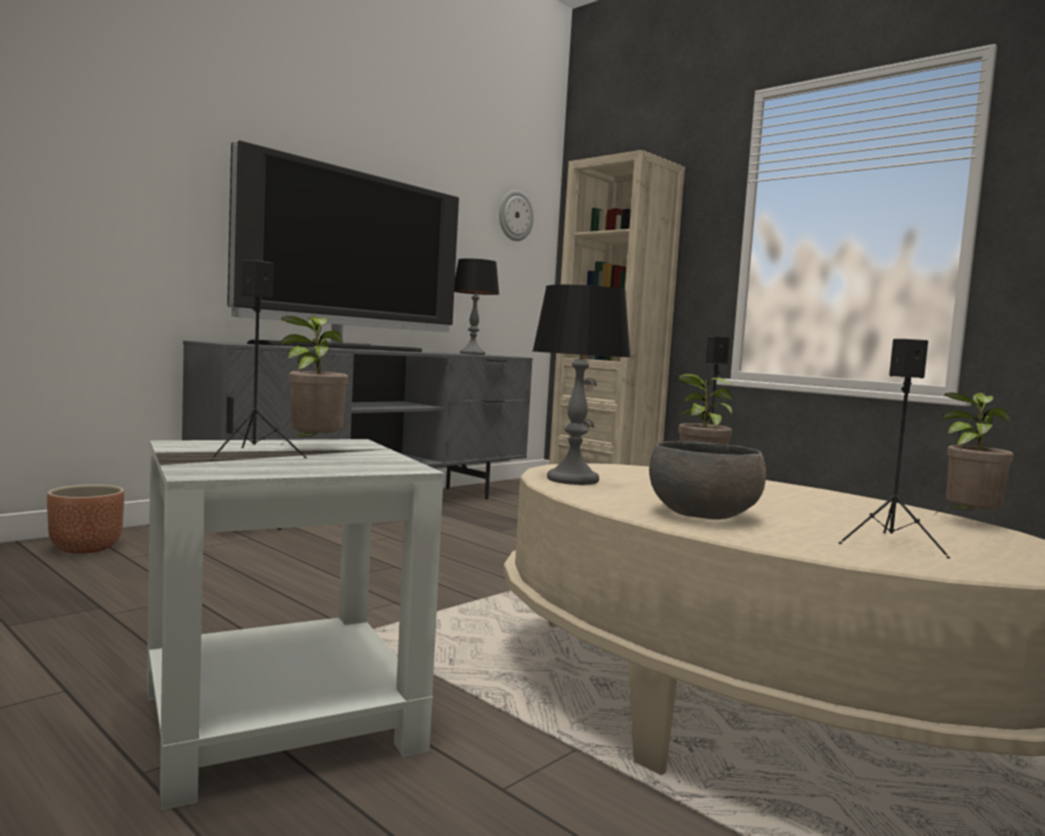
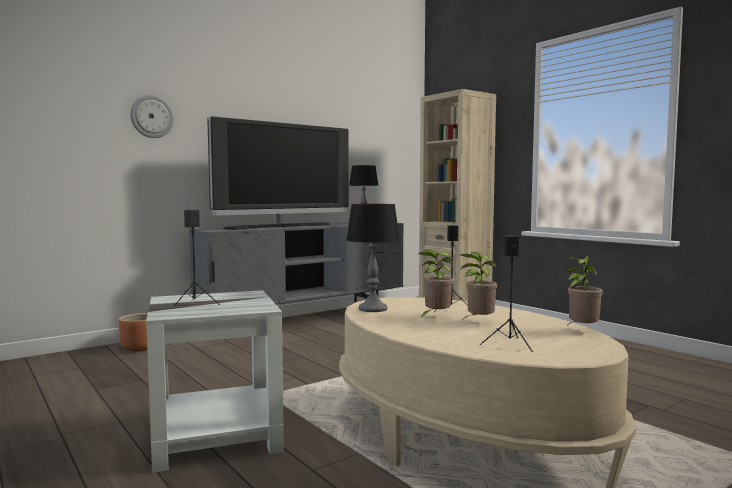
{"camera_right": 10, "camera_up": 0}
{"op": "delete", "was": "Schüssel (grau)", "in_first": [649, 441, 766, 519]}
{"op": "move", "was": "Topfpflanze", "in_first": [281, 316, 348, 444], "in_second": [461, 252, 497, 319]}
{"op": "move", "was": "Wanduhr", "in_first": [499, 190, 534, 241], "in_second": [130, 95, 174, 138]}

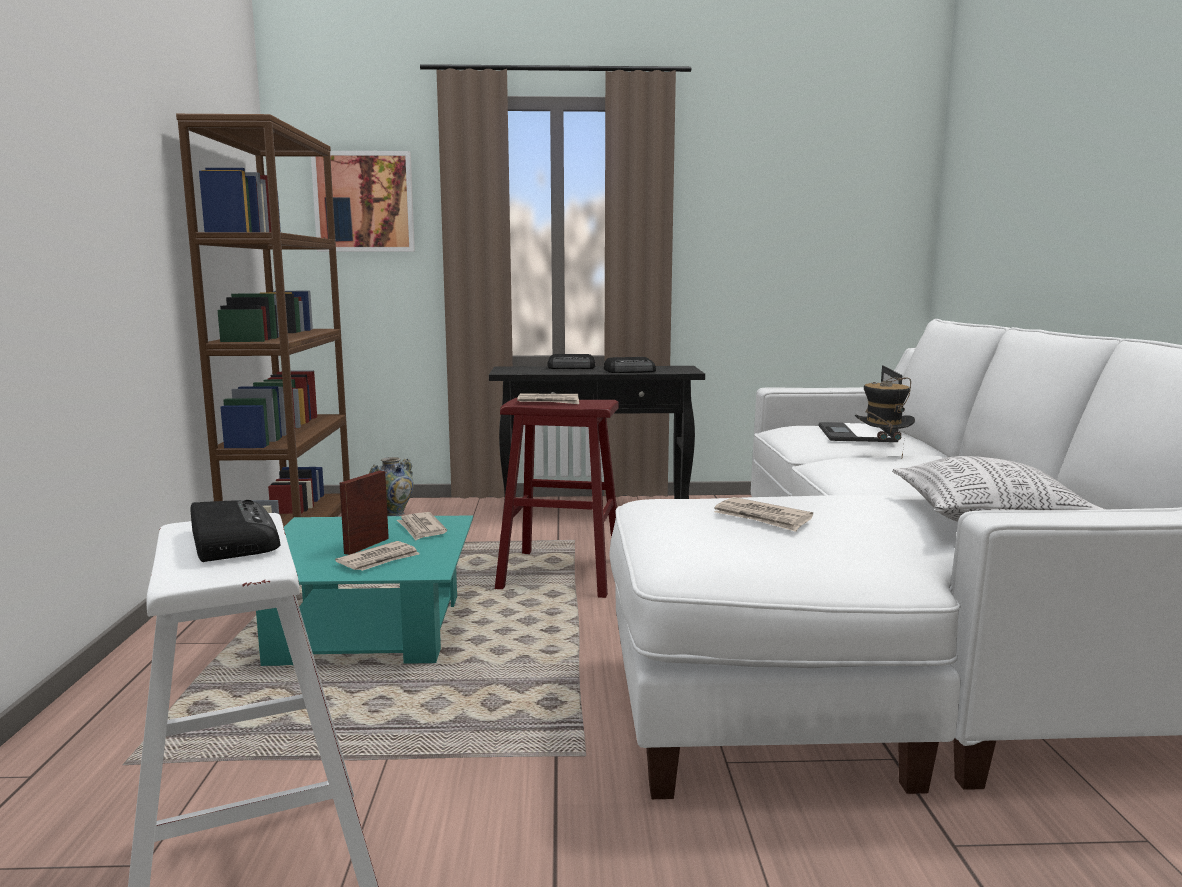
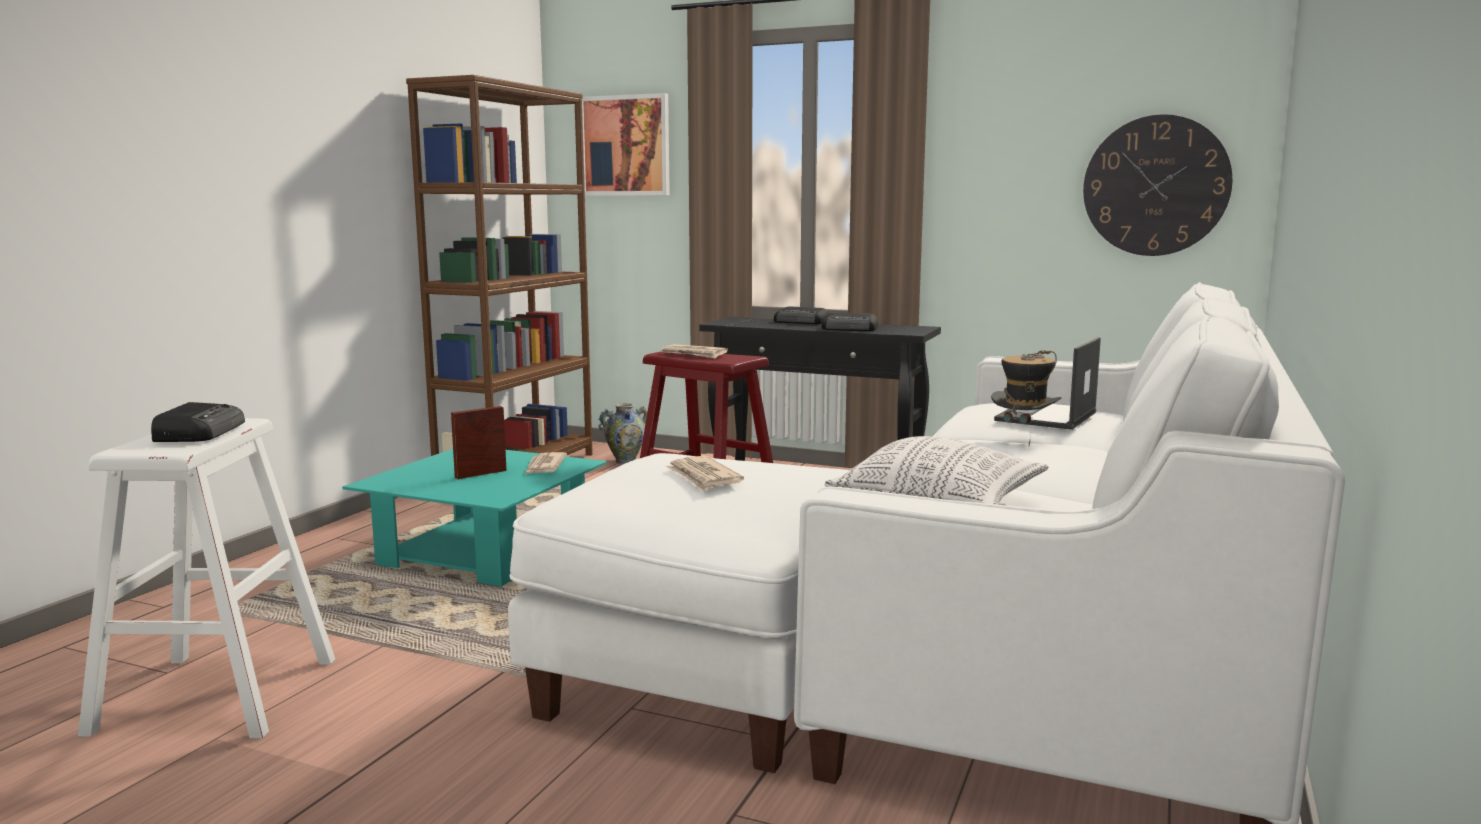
{"camera_right": 25, "camera_up": 0}
{"op": "delete", "was": "Zeitung", "in_first": [335, 541, 419, 571]}
{"op": "insert", "now": "Wanduhr", "in_second": [1083, 114, 1232, 256]}

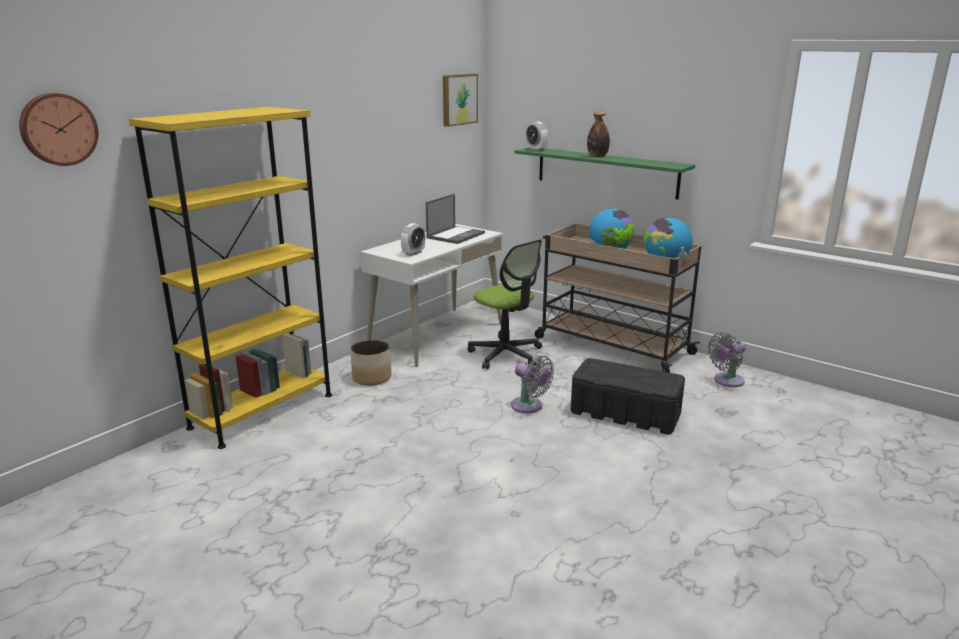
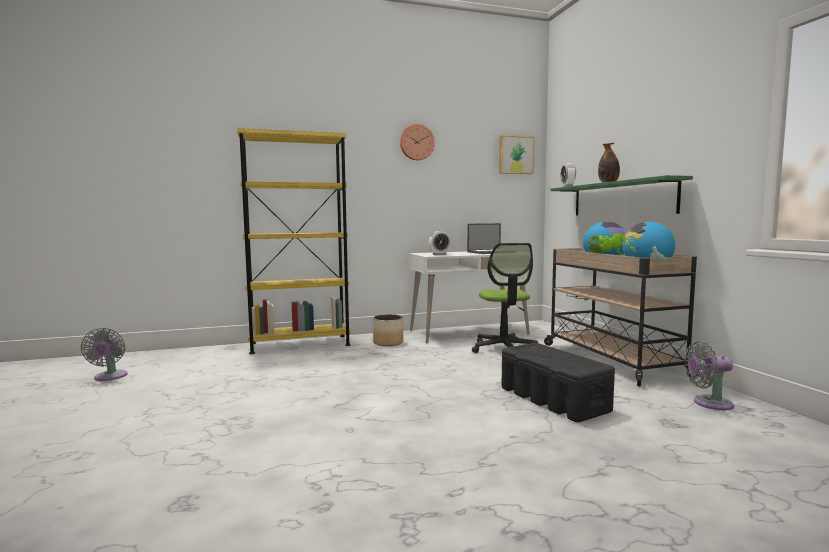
{"camera_right": 35, "camera_up": -15}
{"op": "move", "was": "Wanduhr", "in_first": [19, 93, 98, 166], "in_second": [400, 124, 435, 160]}
{"op": "move", "was": "Ventilator (grau)", "in_first": [511, 356, 554, 413], "in_second": [80, 328, 127, 381]}

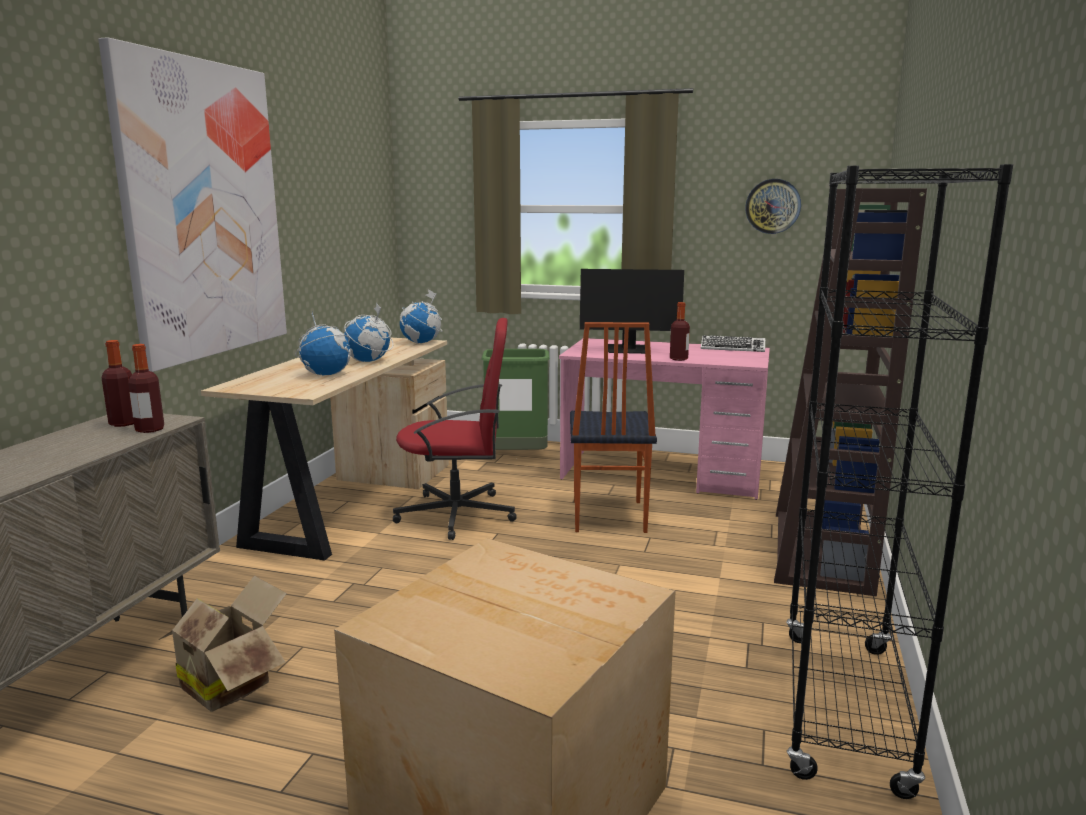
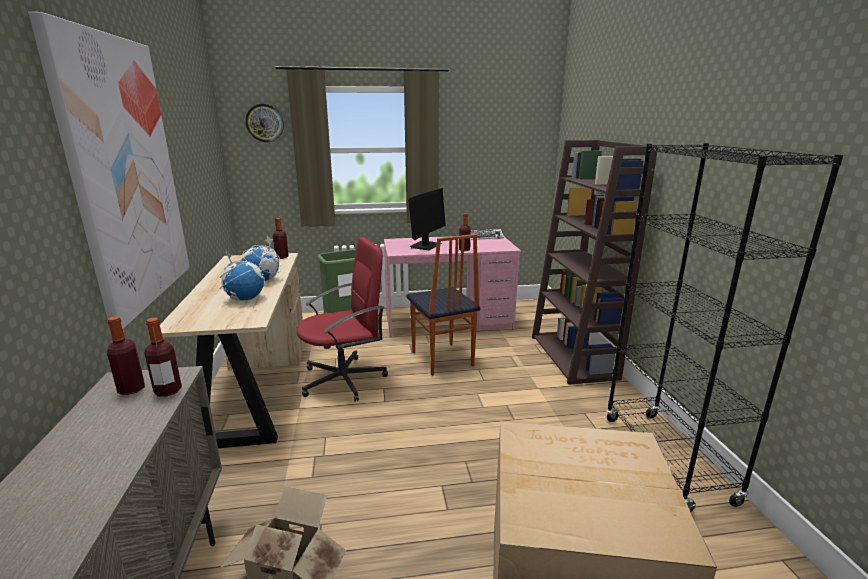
{"camera_right": -25, "camera_up": 5}
{"op": "move", "was": "Wanduhr", "in_first": [745, 179, 801, 234], "in_second": [245, 104, 284, 142]}
{"op": "replace", "was": "Globus", "now": "Flasche", "in_first": [400, 289, 442, 344], "in_second": [273, 218, 289, 259]}
{"op": "rotate", "was": "Monitor", "in_first": [580, 269, 684, 354], "in_second": [408, 188, 446, 250], "clockwise": -45}

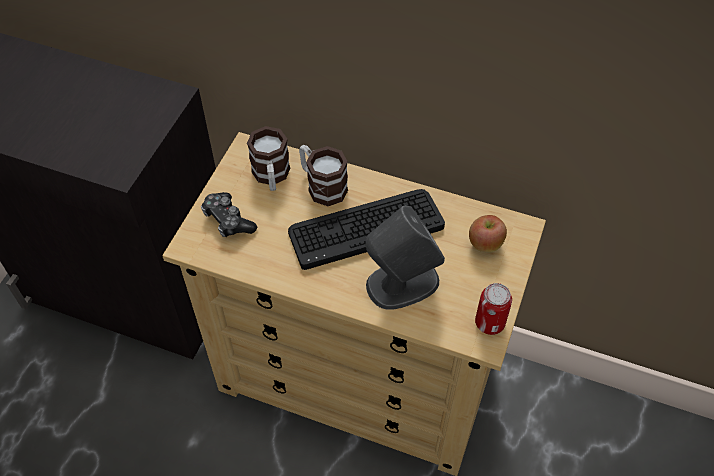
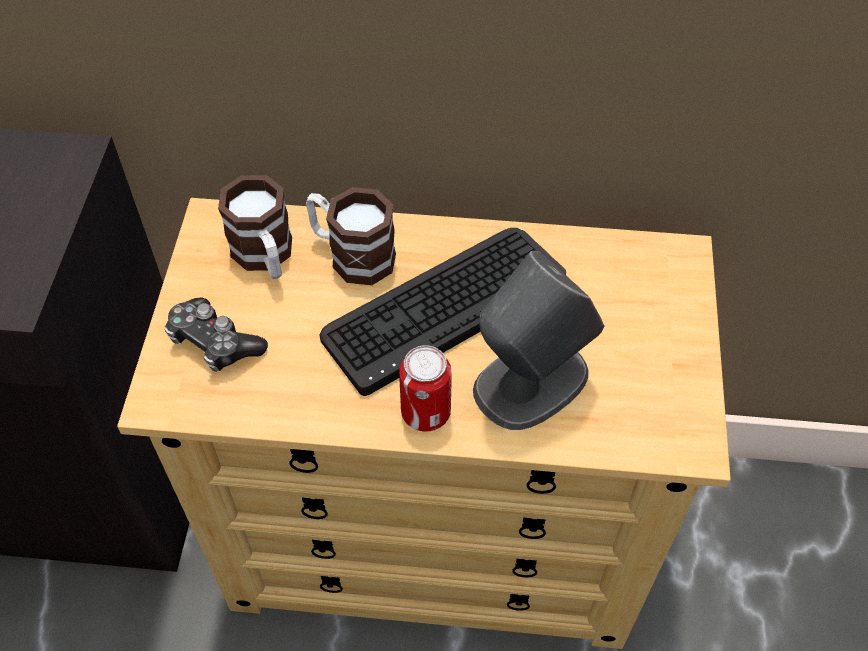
{"camera_right": -15, "camera_up": 0}
{"op": "delete", "was": "Apfel", "in_first": [469, 215, 507, 253]}
{"op": "move", "was": "Dose", "in_first": [475, 283, 512, 335], "in_second": [399, 345, 451, 431]}

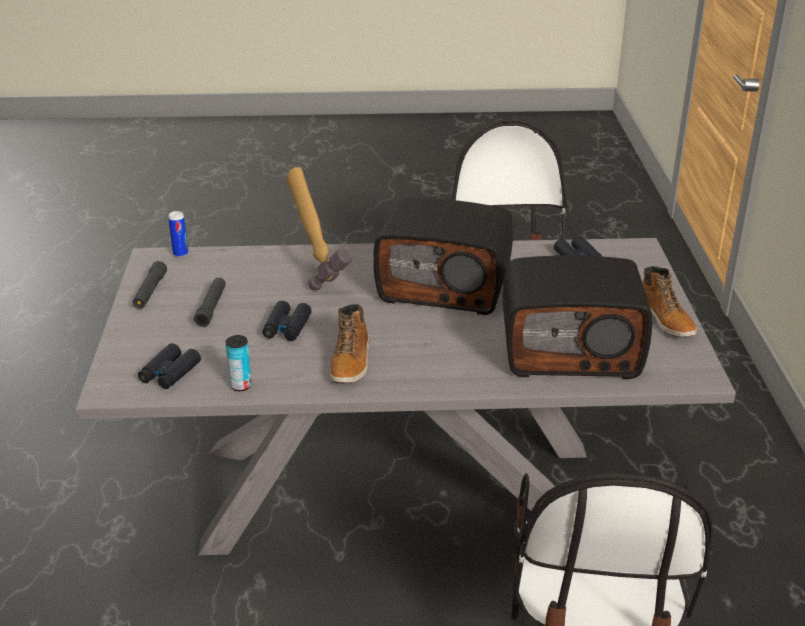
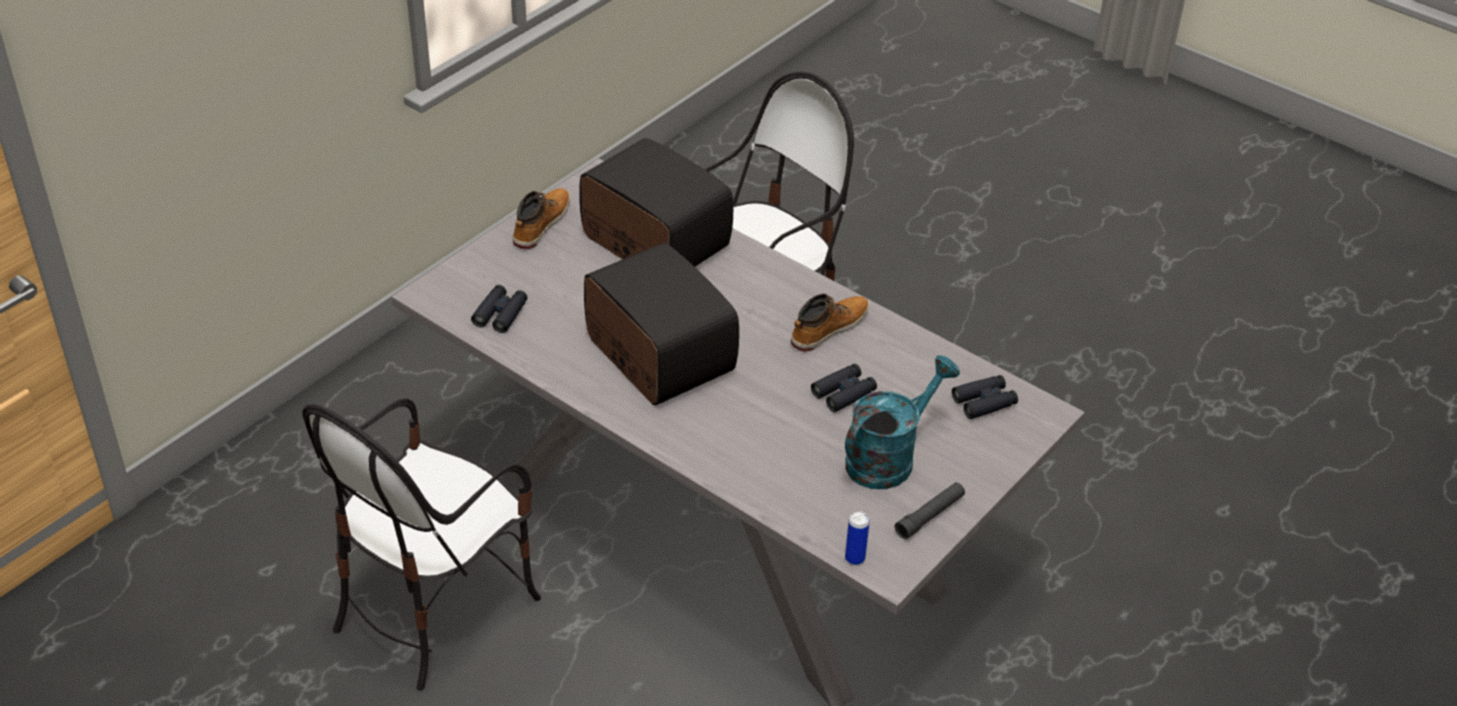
{"camera_right": -140, "camera_up": 10}
{"op": "delete", "was": "Dose", "in_first": [226, 335, 252, 391]}
{"op": "delete", "was": "Hammer", "in_first": [286, 167, 351, 290]}
{"op": "replace", "was": "Taschenlampe (schwarz)", "now": "Gießkanne (türkis)", "in_first": [194, 278, 226, 327], "in_second": [845, 355, 960, 489]}

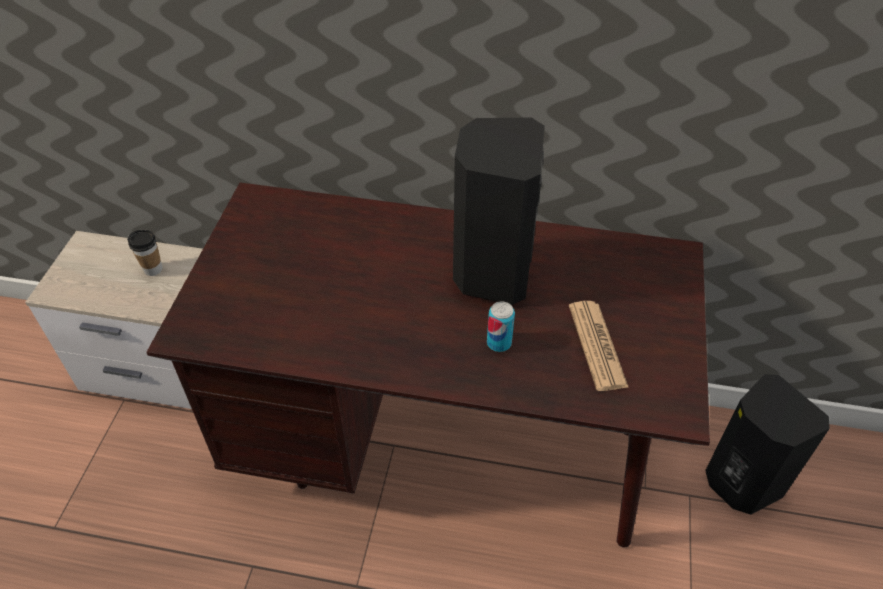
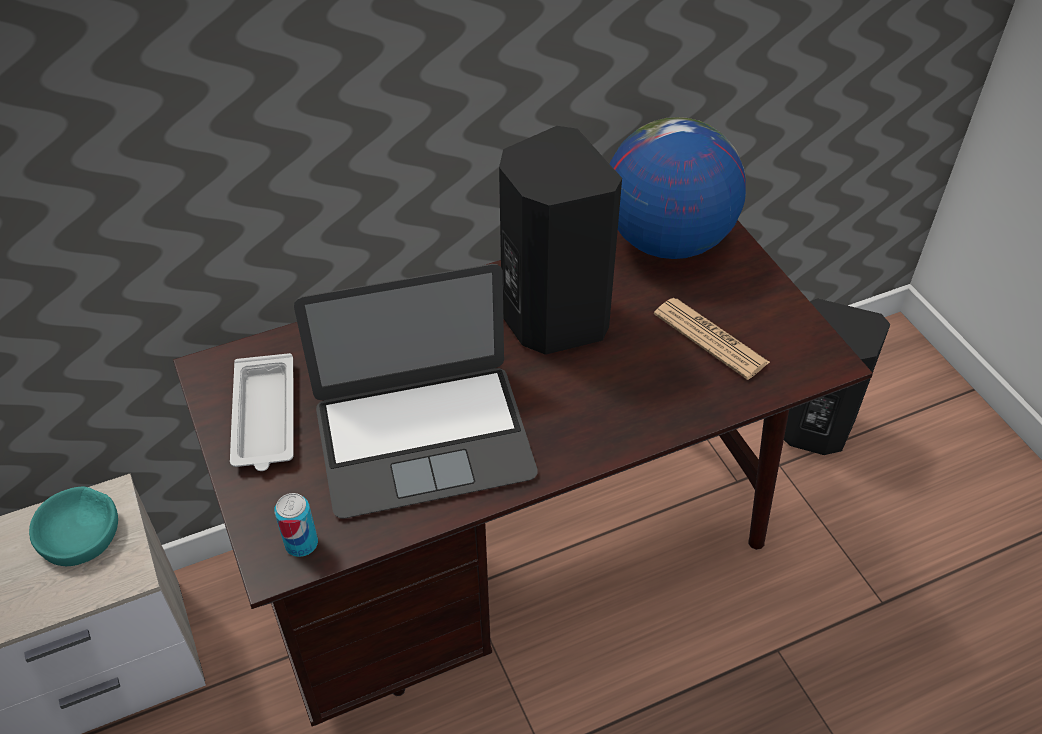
{"camera_right": -35, "camera_up": 0}
{"op": "insert", "now": "Tablett (weiß)", "in_second": [230, 353, 294, 471]}
{"op": "insert", "now": "Laptop", "in_second": [294, 264, 538, 518]}
{"op": "insert", "now": "Globus", "in_second": [610, 117, 746, 259]}
{"op": "move", "was": "Dose", "in_first": [487, 301, 515, 352], "in_second": [274, 493, 318, 557]}
{"op": "replace", "was": "Tasse", "now": "Schüssel (türkis)", "in_first": [127, 229, 163, 276], "in_second": [29, 487, 118, 566]}

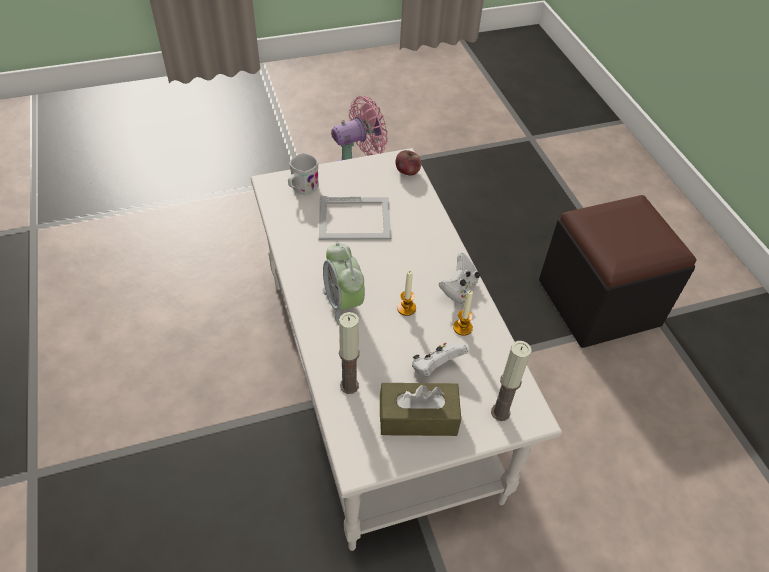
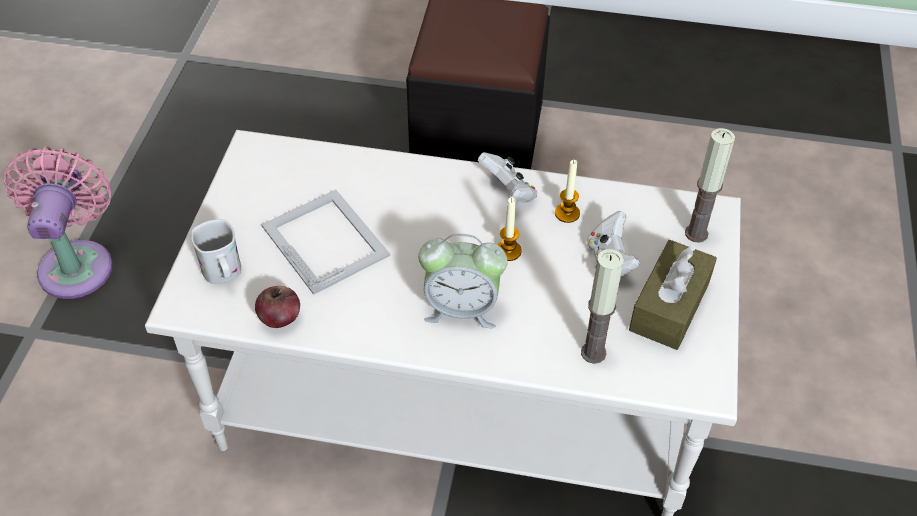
{"camera_right": -60, "camera_up": 0}
{"op": "move", "was": "Apfel", "in_first": [396, 150, 421, 176], "in_second": [255, 286, 300, 328]}
{"op": "rotate", "was": "Bilderrahmen", "in_first": [319, 195, 391, 240], "in_second": [261, 190, 390, 295], "clockwise": -60}

